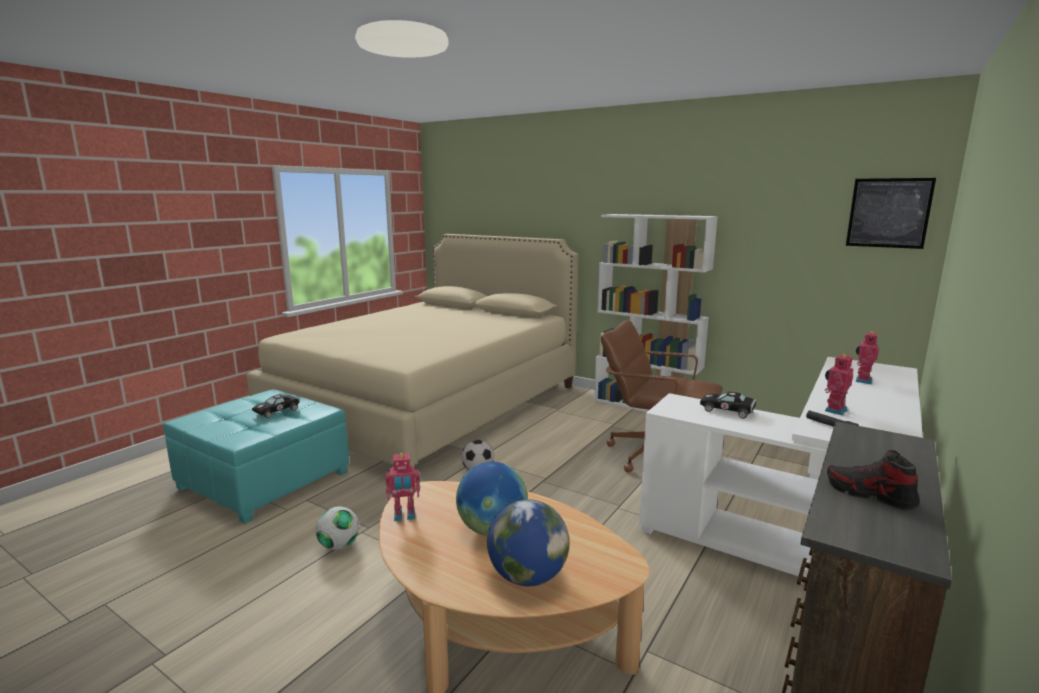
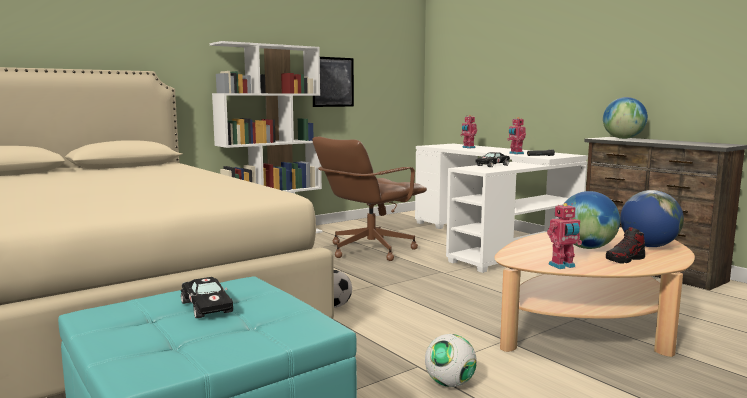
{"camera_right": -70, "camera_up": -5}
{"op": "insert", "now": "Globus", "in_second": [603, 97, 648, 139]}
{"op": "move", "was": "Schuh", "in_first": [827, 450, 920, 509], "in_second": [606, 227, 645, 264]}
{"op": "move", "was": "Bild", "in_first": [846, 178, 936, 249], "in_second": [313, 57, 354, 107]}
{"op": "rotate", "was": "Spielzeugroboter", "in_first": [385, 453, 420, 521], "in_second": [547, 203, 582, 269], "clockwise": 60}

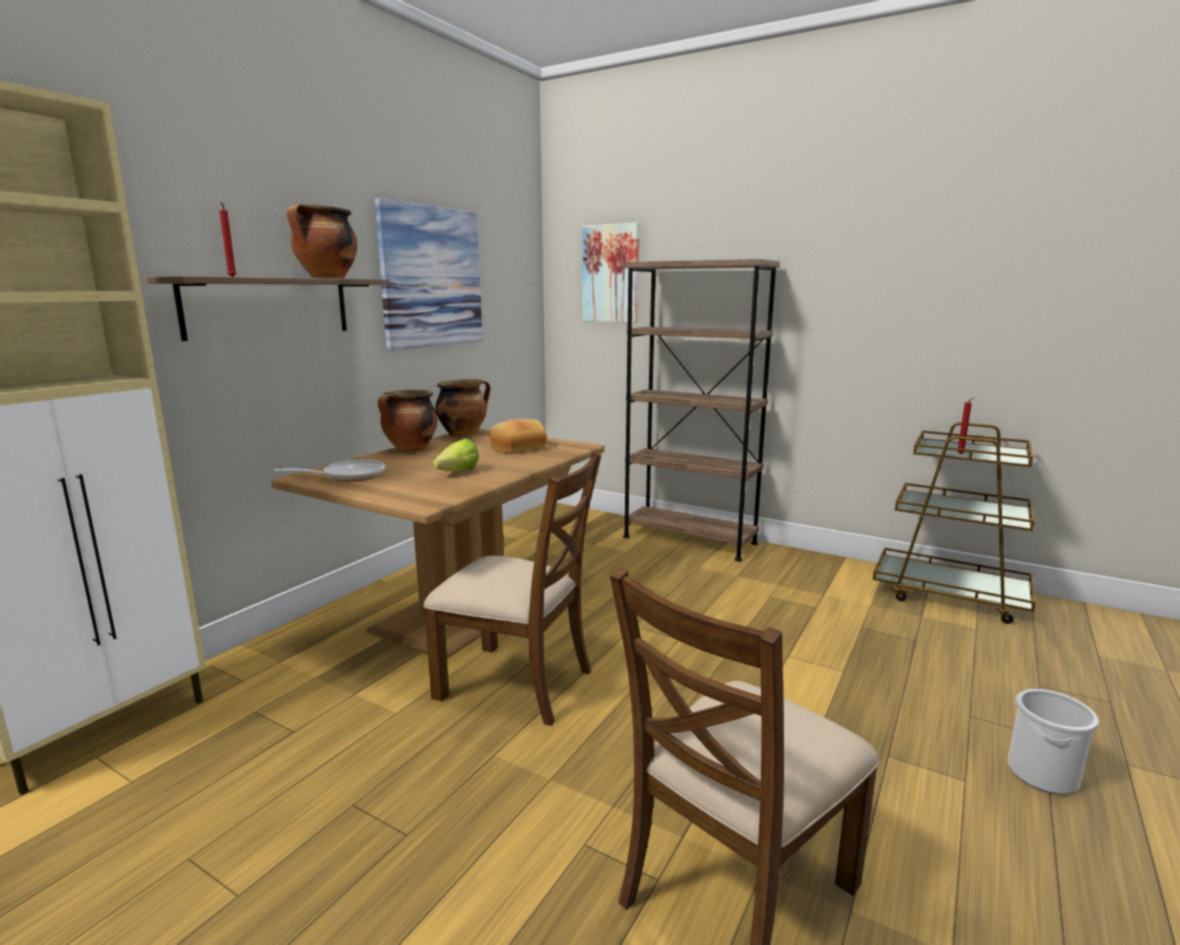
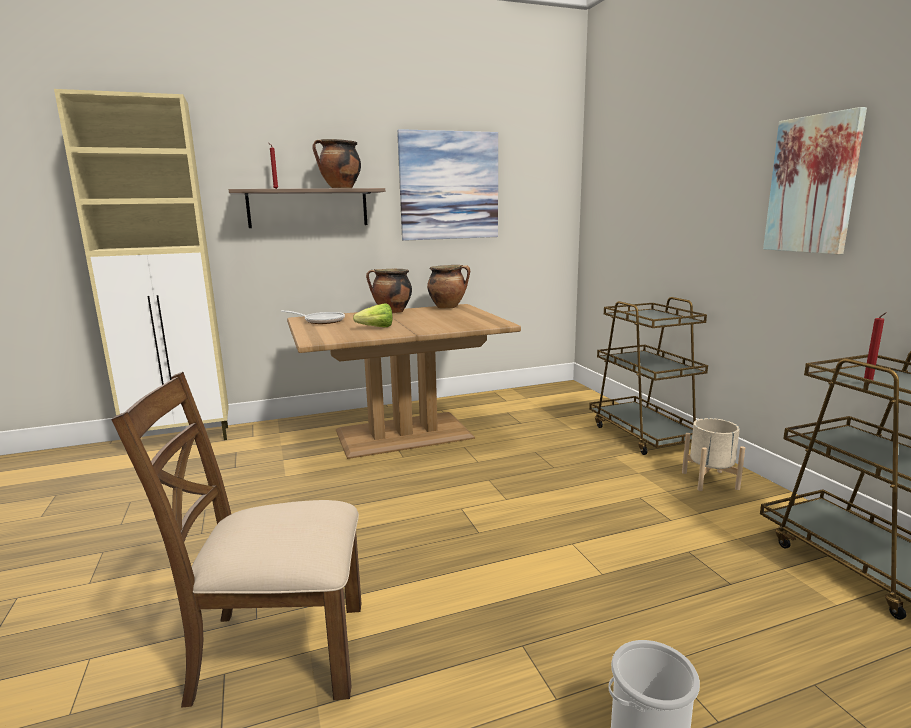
{"camera_right": 40, "camera_up": 0}
{"op": "delete", "was": "Stuhl (braun)", "in_first": [424, 452, 601, 726]}
{"op": "delete", "was": "Brot", "in_first": [489, 419, 547, 453]}
{"op": "insert", "now": "Pflanzkübel (beige)", "in_second": [682, 418, 745, 491]}
{"op": "move", "was": "Bild", "in_first": [582, 222, 640, 323], "in_second": [763, 107, 867, 254]}
{"op": "replace", "was": "Bücherregal (braun)", "now": "Rollwagen (braun)", "in_first": [623, 259, 780, 562], "in_second": [589, 297, 708, 455]}

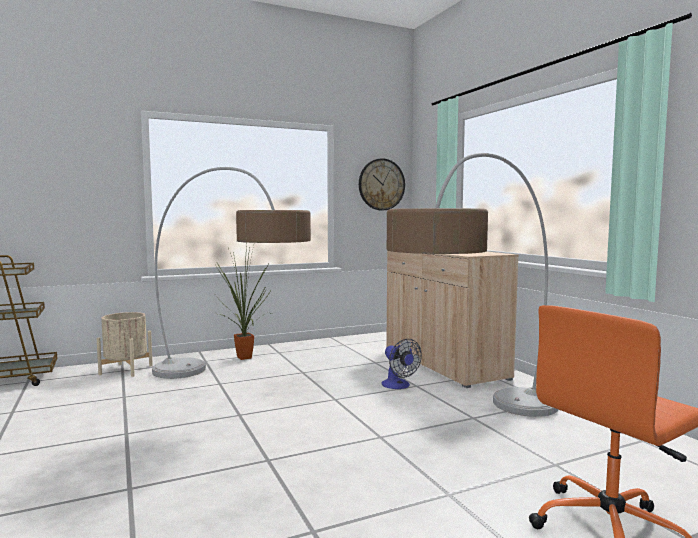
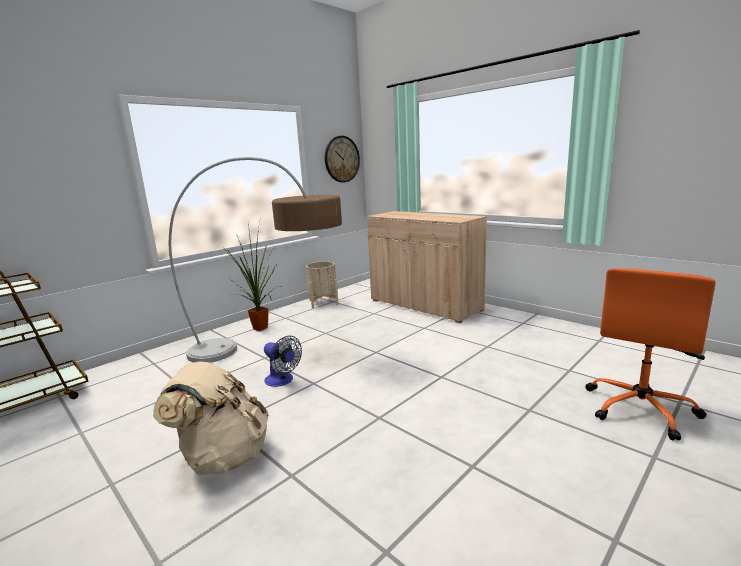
{"camera_right": -20, "camera_up": 10}
{"op": "delete", "was": "Stehlampe", "in_first": [387, 153, 558, 417]}
{"op": "insert", "now": "Rucksack (beige)", "in_second": [153, 361, 269, 474]}
{"op": "move", "was": "Pflanzkübel (beige)", "in_first": [97, 312, 153, 377], "in_second": [306, 261, 339, 308]}
{"op": "move", "was": "Ventilator", "in_first": [382, 339, 422, 389], "in_second": [264, 336, 302, 387]}

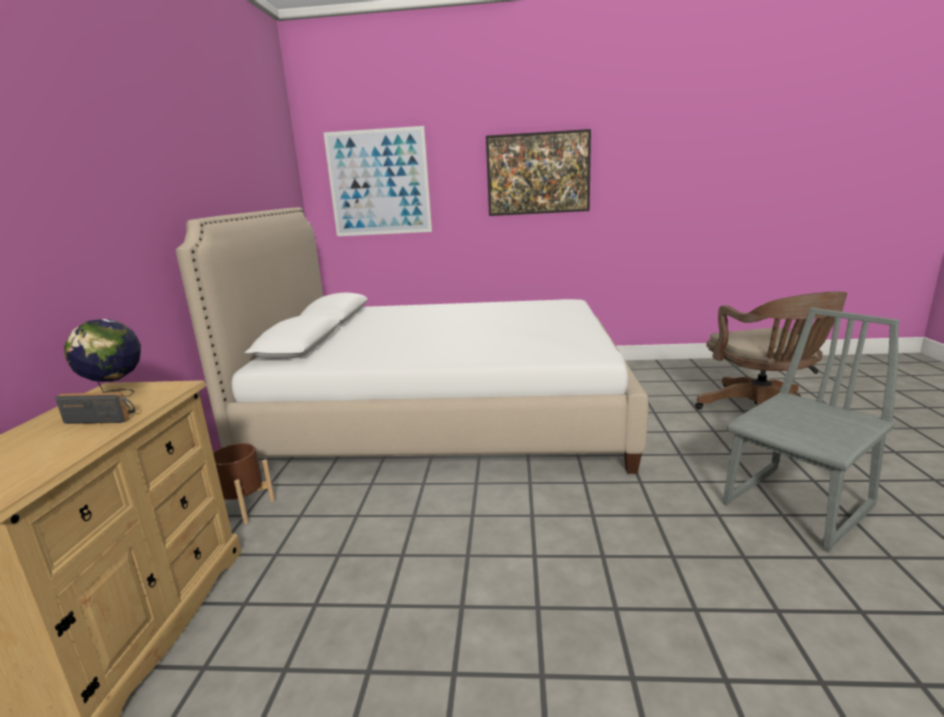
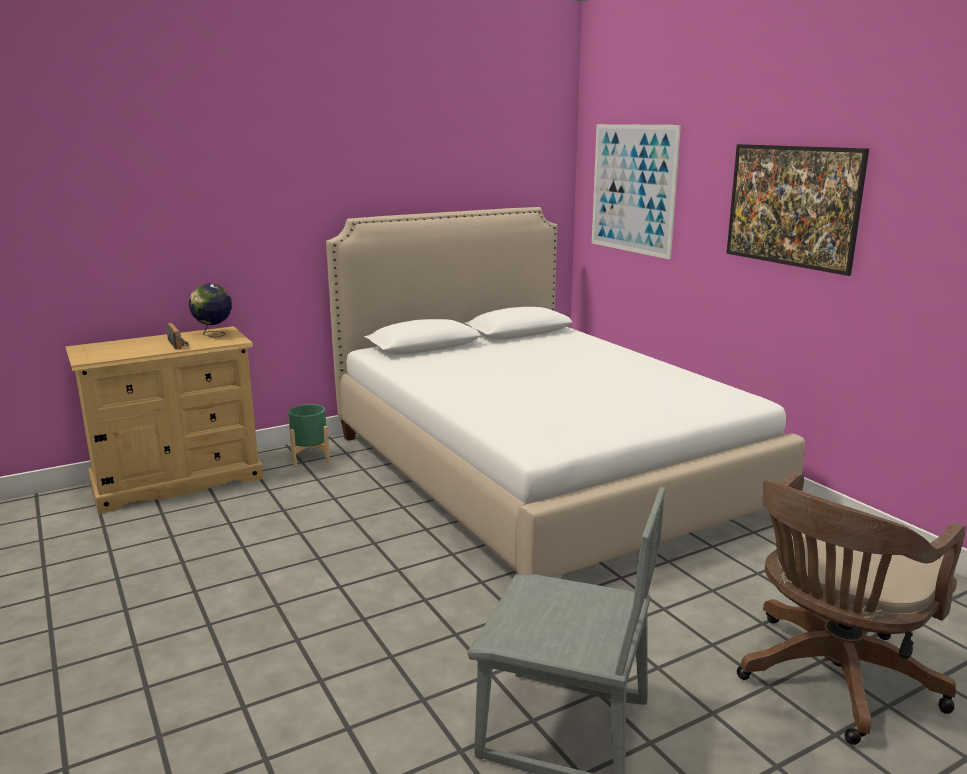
{"camera_right": 55, "camera_up": 0}
{"op": "recolor", "was": "Pflanzkübel (braun)", "now": "Pflanzkübel (grün)", "in_first": [213, 443, 275, 524], "in_second": [288, 404, 330, 467]}

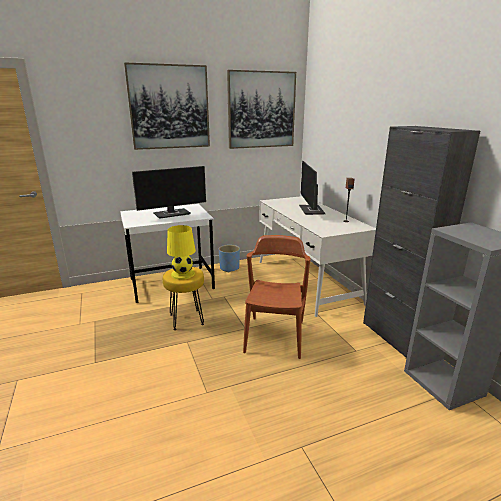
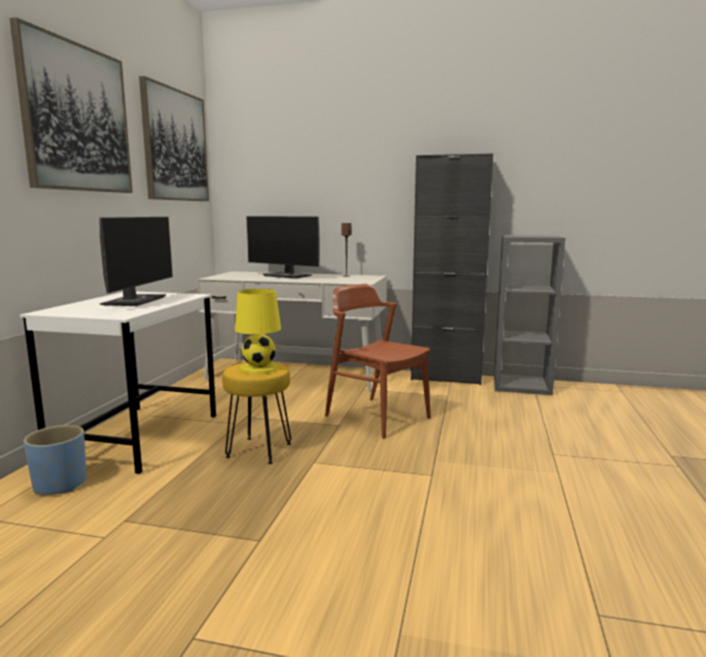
{"camera_right": -55, "camera_up": -10}
{"op": "move", "was": "Pflanzkübel (blau)", "in_first": [219, 245, 240, 272], "in_second": [24, 425, 87, 495]}

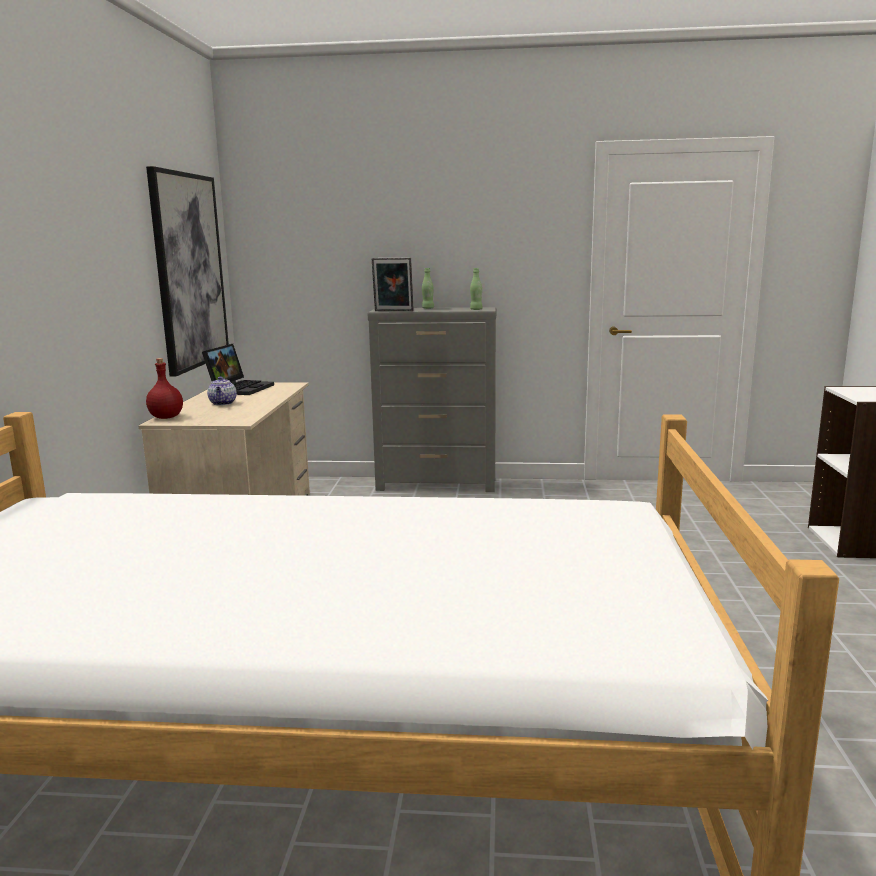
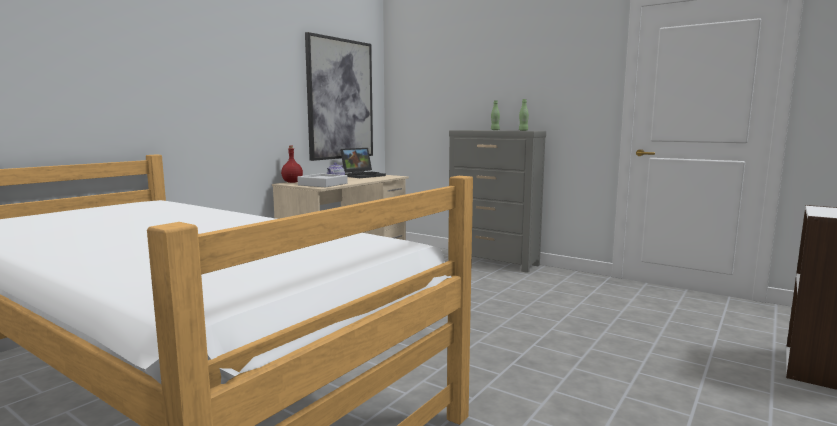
{"camera_right": 30, "camera_up": -5}
{"op": "delete", "was": "Bilderrahmen", "in_first": [372, 257, 414, 311]}
{"op": "insert", "now": "Tablett (grau)", "in_second": [297, 173, 348, 187]}

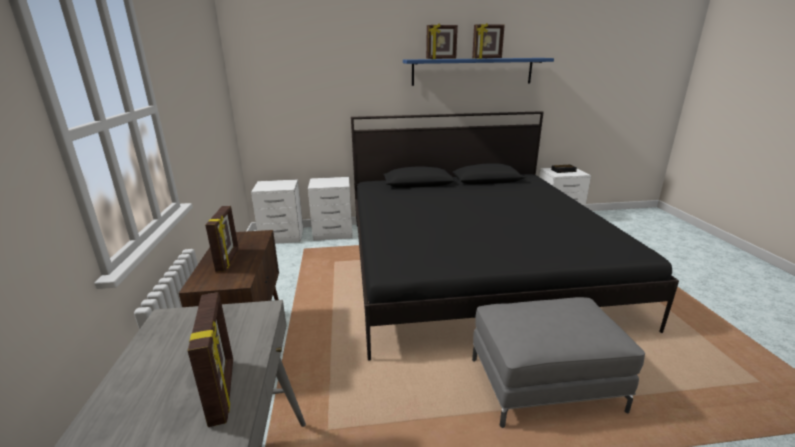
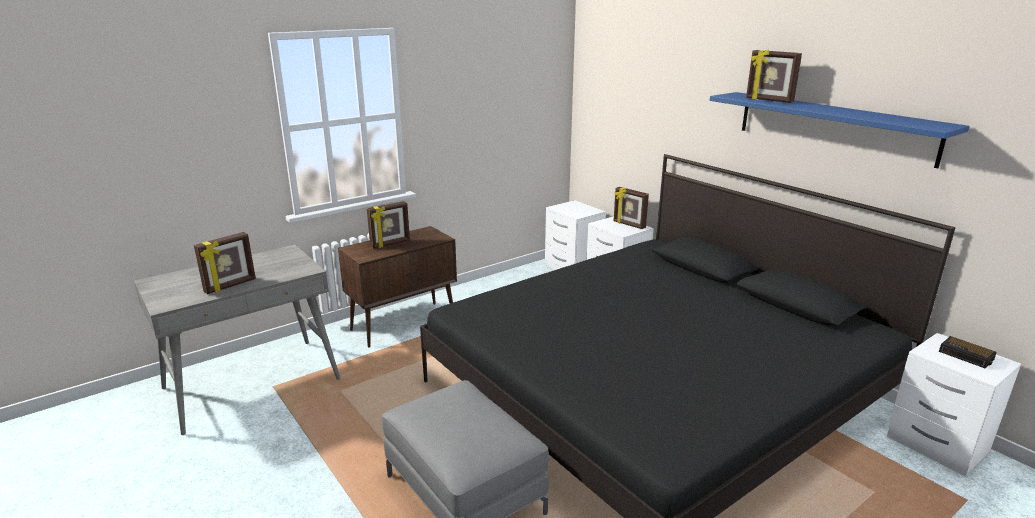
{"camera_right": 60, "camera_up": 0}
{"op": "move", "was": "Bilderrahmen", "in_first": [472, 23, 505, 59], "in_second": [614, 187, 649, 229]}

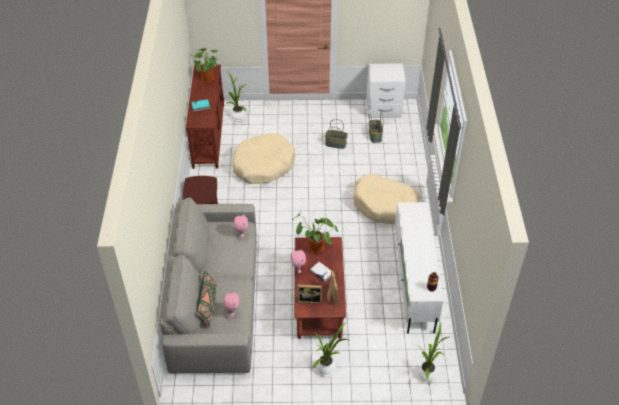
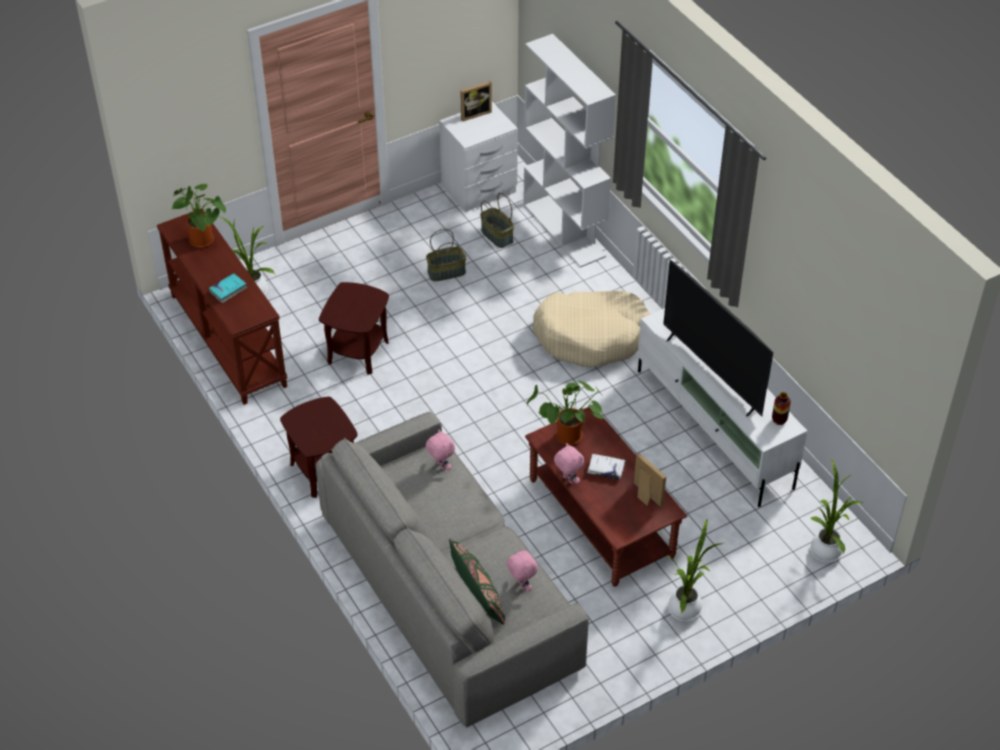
{"camera_right": -30, "camera_up": 0}
{"op": "insert", "now": "Bücherregal (weiß)", "in_second": [523, 34, 616, 268]}
{"op": "insert", "now": "Fernseher", "in_second": [663, 260, 773, 417]}
{"op": "move", "was": "Bilderrahmen", "in_first": [298, 285, 322, 304], "in_second": [460, 81, 492, 122]}
{"op": "replace", "was": "Hundebett (beige)", "now": "Beistelltisch (braun)", "in_first": [233, 133, 295, 184], "in_second": [319, 282, 389, 375]}

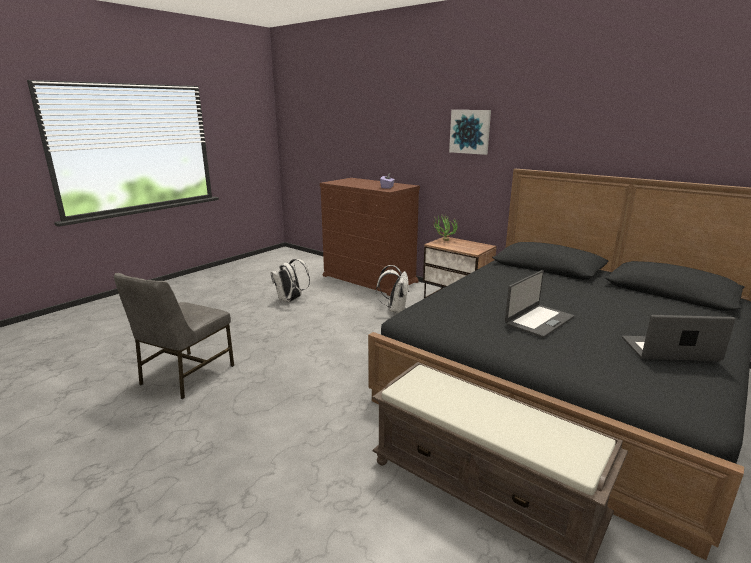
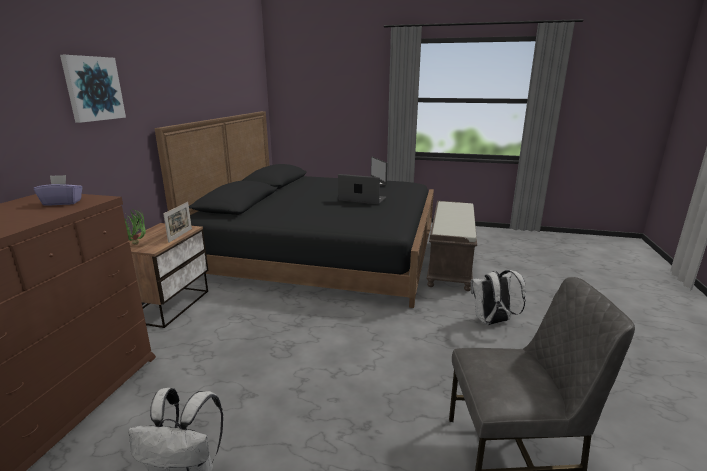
{"camera_right": -115, "camera_up": 0}
{"op": "insert", "now": "Bilderrahmen", "in_second": [163, 202, 192, 243]}
{"op": "move", "was": "Rucksack (weiß)", "in_first": [376, 265, 409, 313], "in_second": [470, 270, 526, 325]}

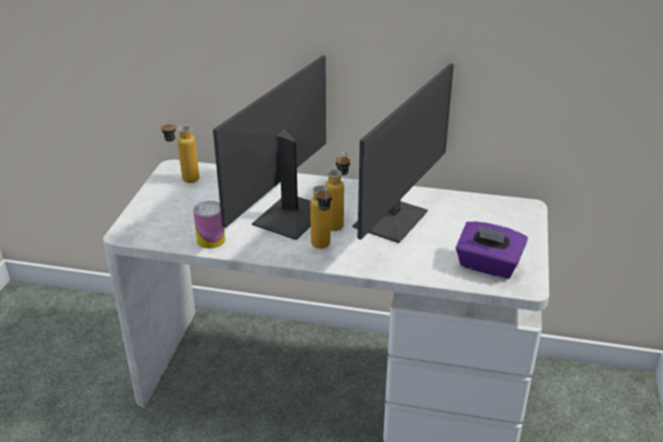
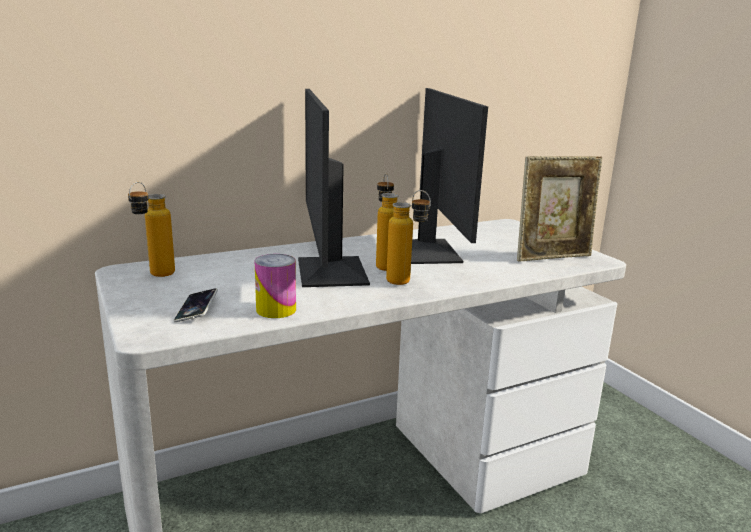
{"camera_right": -40, "camera_up": -15}
{"op": "insert", "now": "Handy", "in_second": [174, 288, 218, 322]}
{"op": "replace", "was": "Taschentuchbox (lila)", "now": "Bilderrahmen", "in_first": [456, 221, 528, 279], "in_second": [517, 156, 602, 262]}

